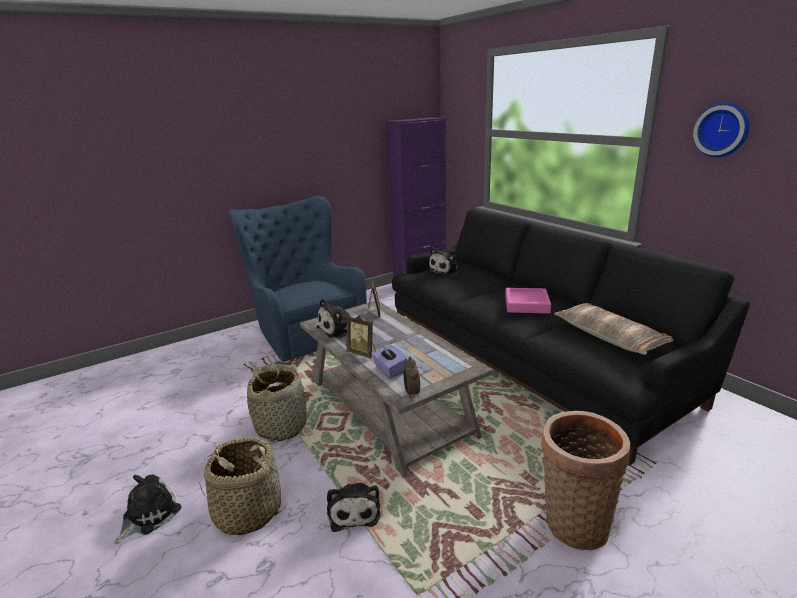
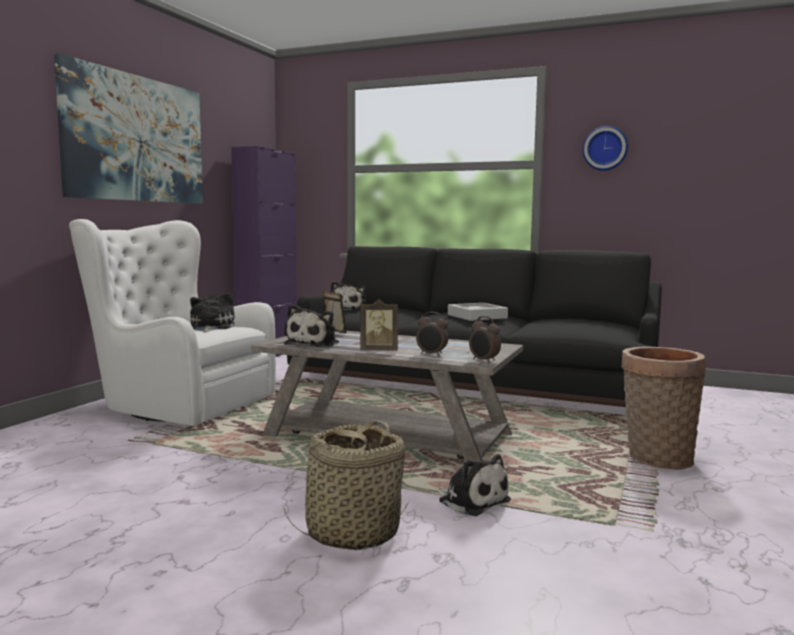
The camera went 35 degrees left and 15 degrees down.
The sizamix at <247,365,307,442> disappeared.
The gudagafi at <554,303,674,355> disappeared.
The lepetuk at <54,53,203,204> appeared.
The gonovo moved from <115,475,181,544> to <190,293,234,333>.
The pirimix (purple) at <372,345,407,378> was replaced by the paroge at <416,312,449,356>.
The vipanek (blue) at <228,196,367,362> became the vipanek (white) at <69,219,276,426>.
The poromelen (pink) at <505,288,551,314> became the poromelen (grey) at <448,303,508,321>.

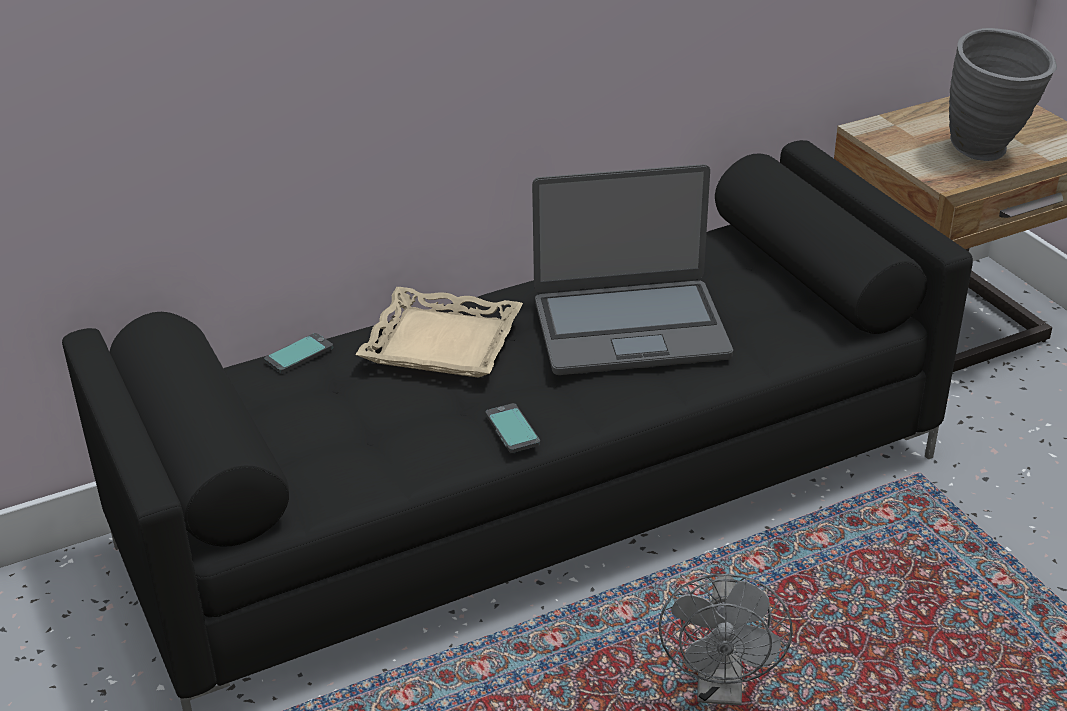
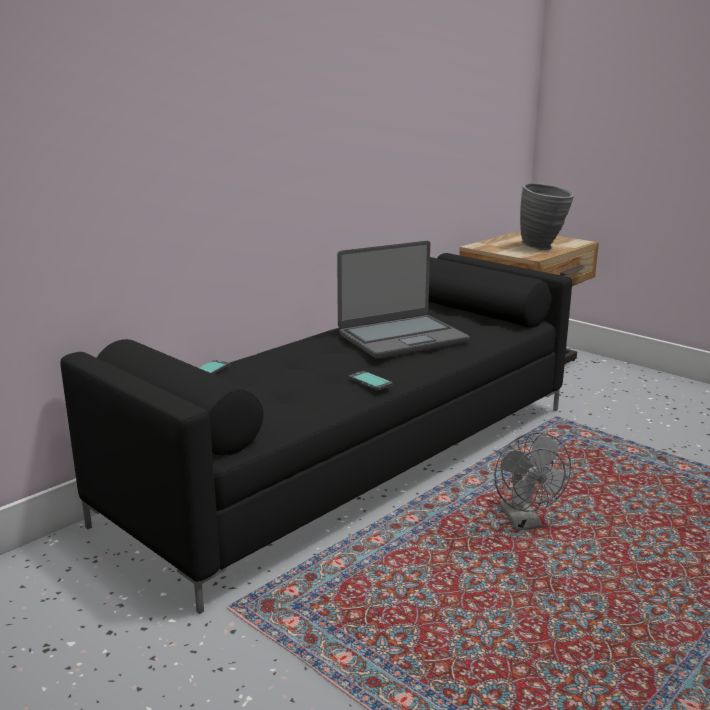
The camera went 20 degrees left and 15 degrees down.
The poromelen (beige) at <355,287,523,378> disappeared.

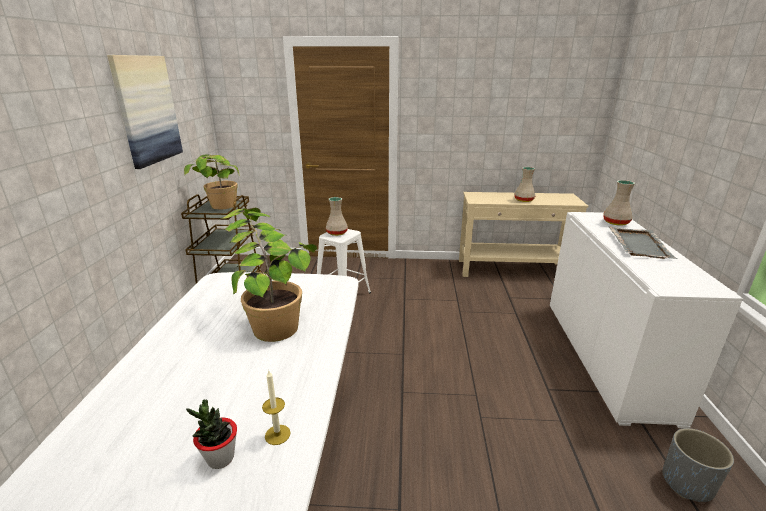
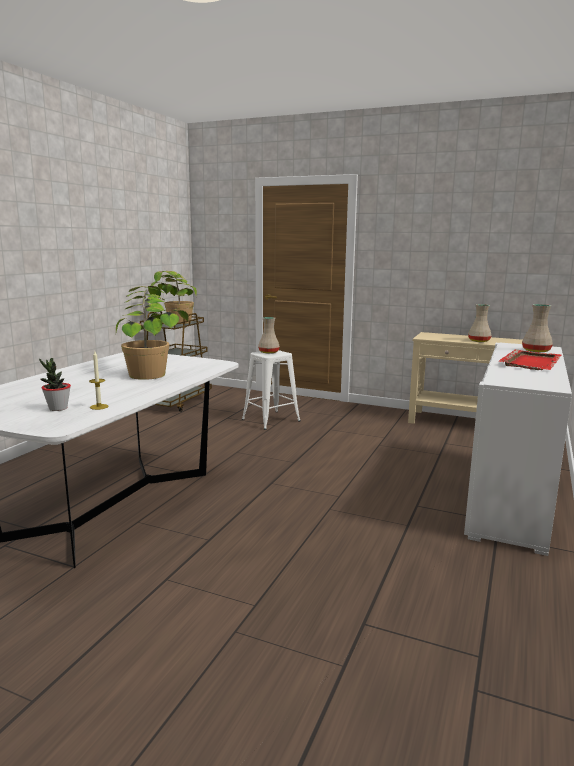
The camera went 20 degrees right and 10 degrees down.
The lepetuk at <107,55,183,169> disappeared.
The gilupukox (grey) at <662,428,734,502> disappeared.
The poromelen (grey) at <609,227,678,259> became the poromelen (red) at <499,349,561,370>.

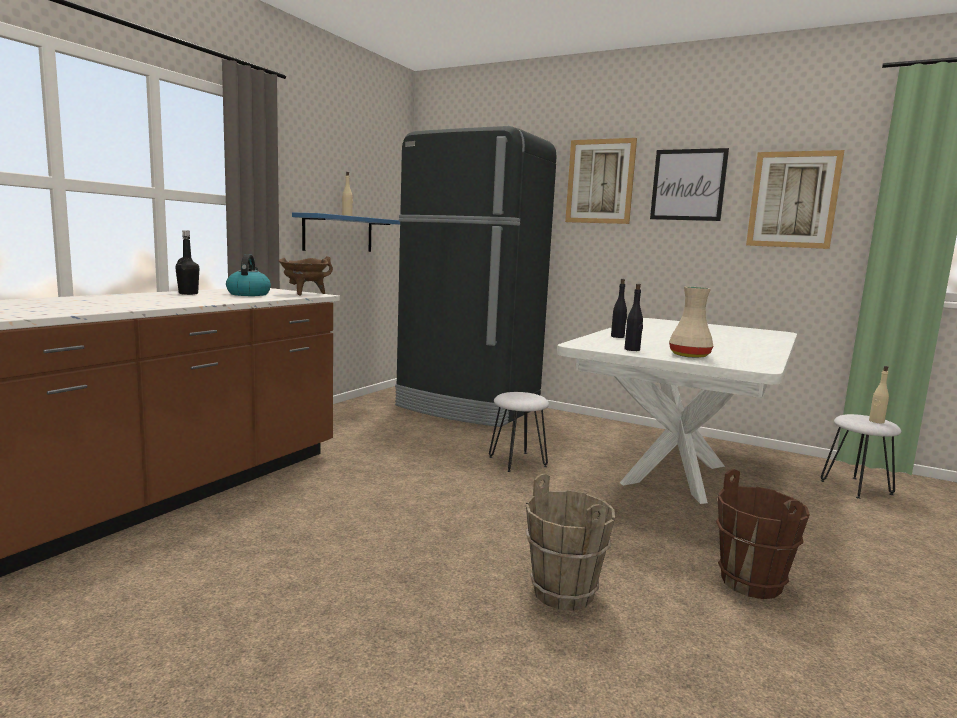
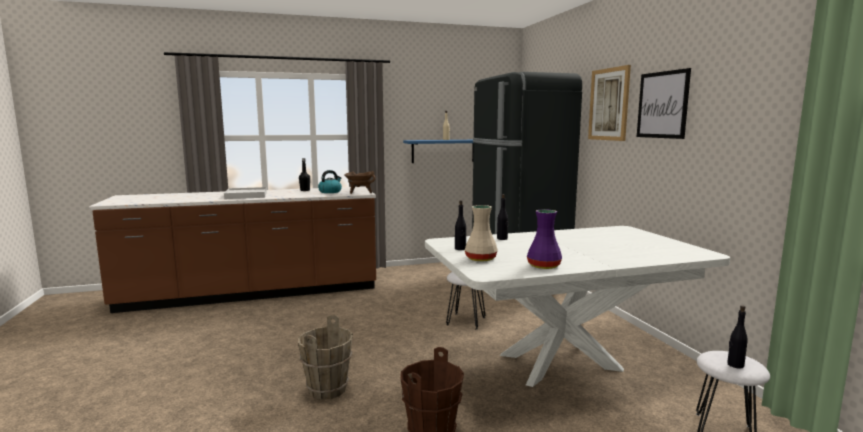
The camera went 45 degrees right and 0 degrees up.
The lepetuk at <746,150,844,249> disappeared.
The poromelen (white) at <224,187,267,199> appeared.
The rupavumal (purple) at <527,209,562,269> appeared.
The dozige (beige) at <869,366,889,423> became the dozige (black) at <727,305,748,369>.

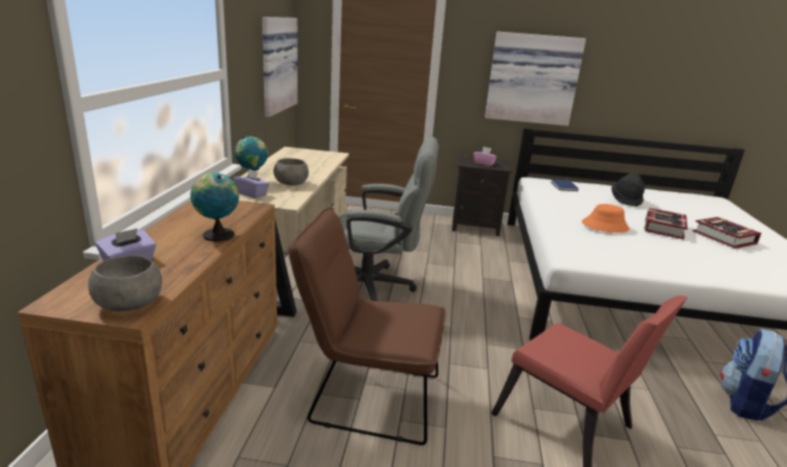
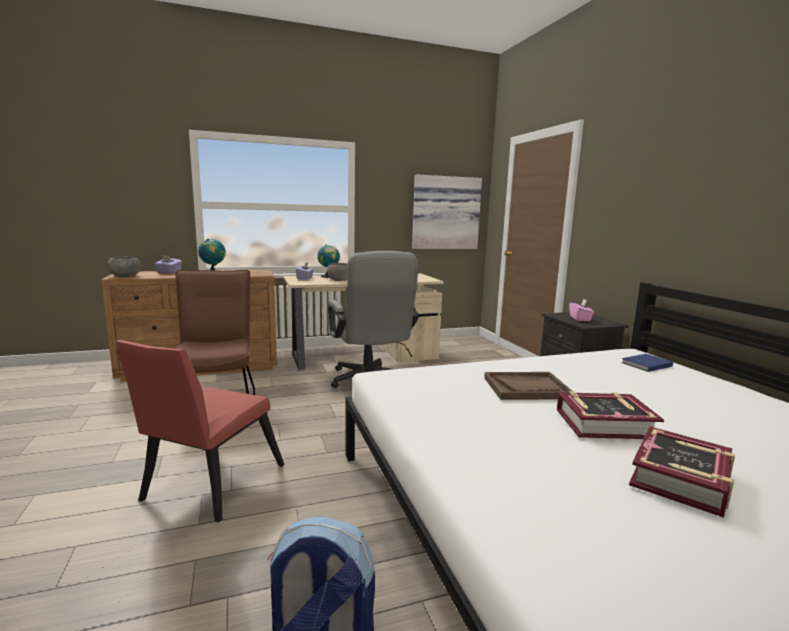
The camera went 65 degrees right and 10 degrees down.
The lepetuk at <485,31,586,126> disappeared.
The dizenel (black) at <611,173,645,207> disappeared.
The dizenel (orange) at <582,204,629,233> was replaced by the poromelen (brown) at <484,372,572,400>.

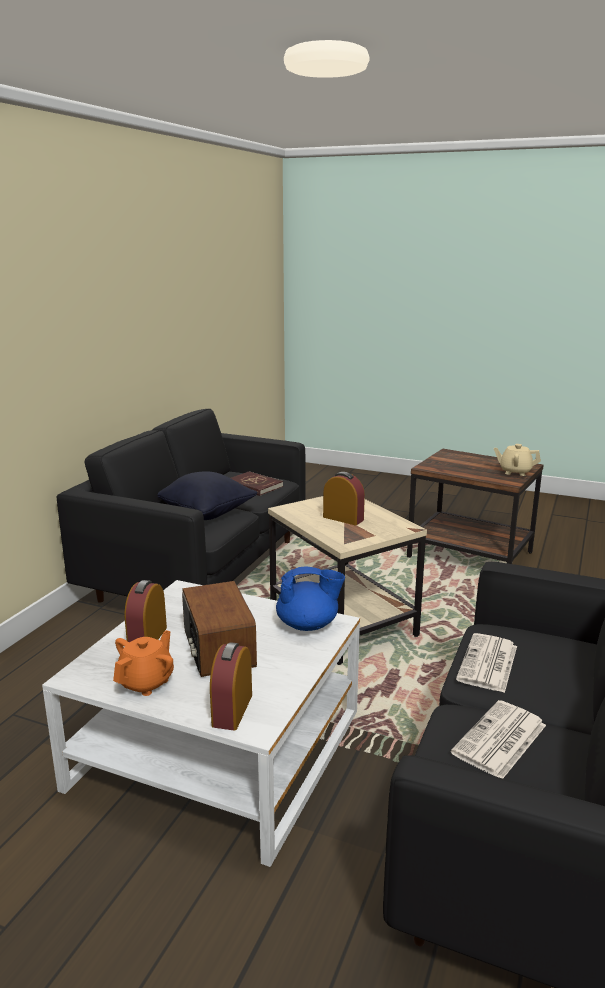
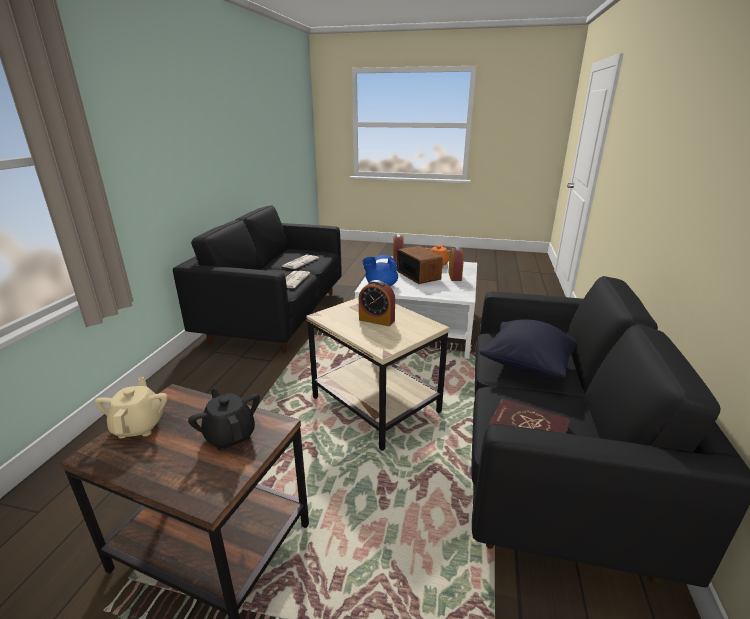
The camera went 170 degrees right and 5 degrees up.
The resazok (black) at <188,388,260,451> appeared.
The resazok (beige) at <494,444,541,476> turned 105 degrees counterclockwise.

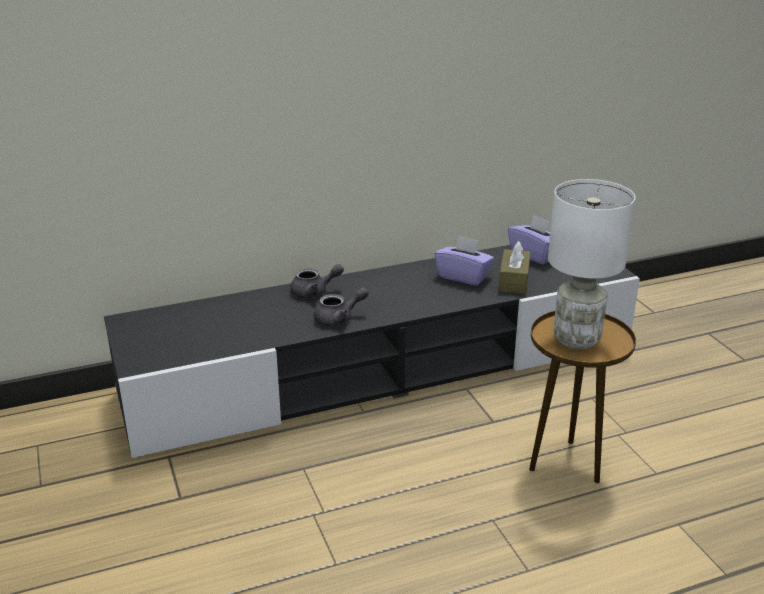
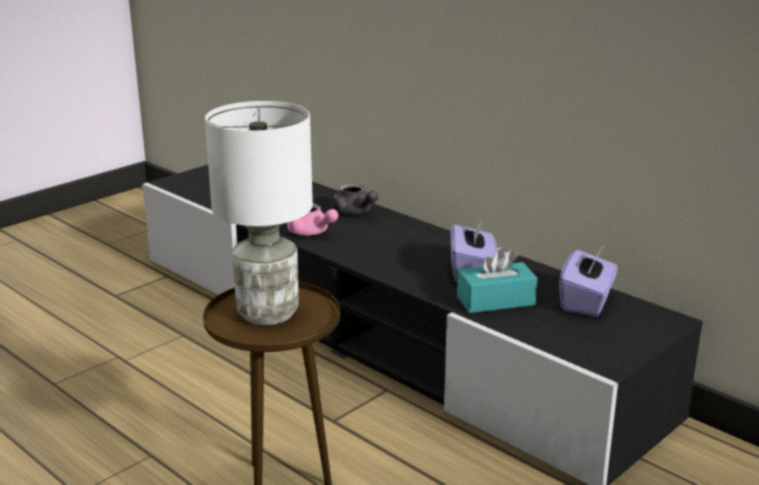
The camera went 65 degrees right and 5 degrees down.
The resazok (grey) at <314,287,369,326> became the resazok (pink) at <287,203,339,236>.
The pirimix (brown) at <499,241,530,294> became the pirimix (turquoise) at <457,247,537,313>.

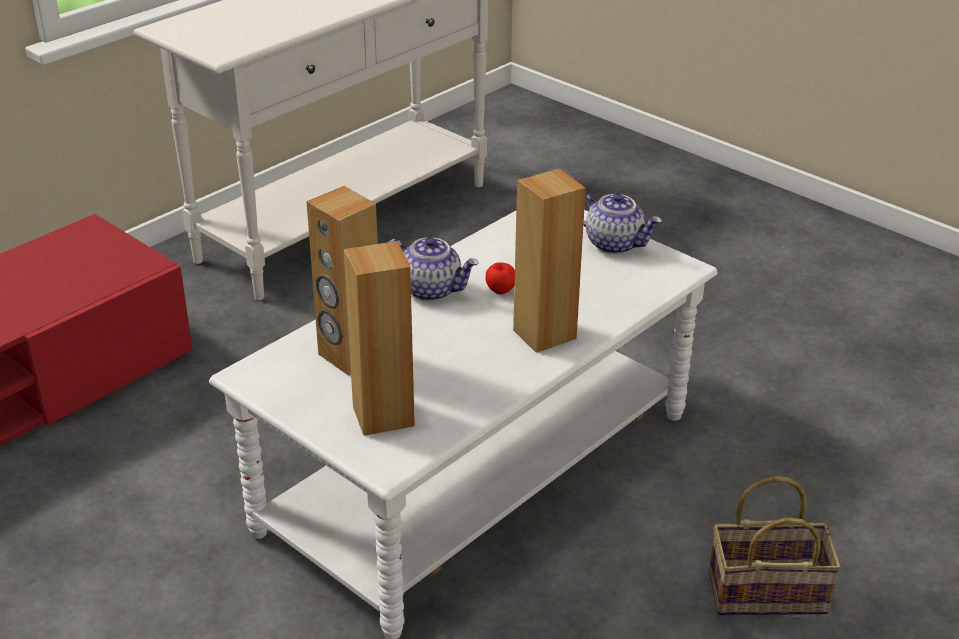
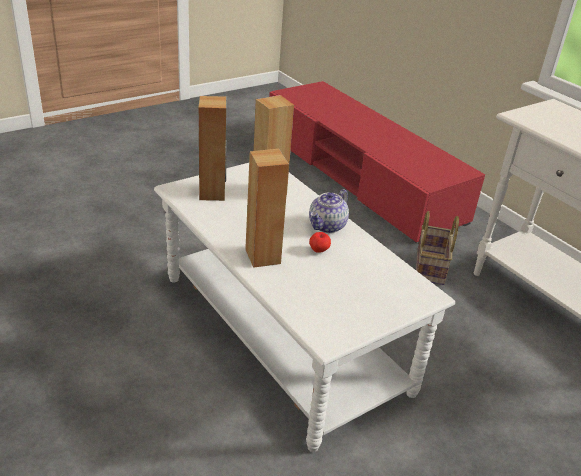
The camera went 100 degrees right and 0 degrees up.
The resazok at <583,193,662,254> disappeared.
The sizamix moved from <709,476,842,615> to <416,211,459,285>.

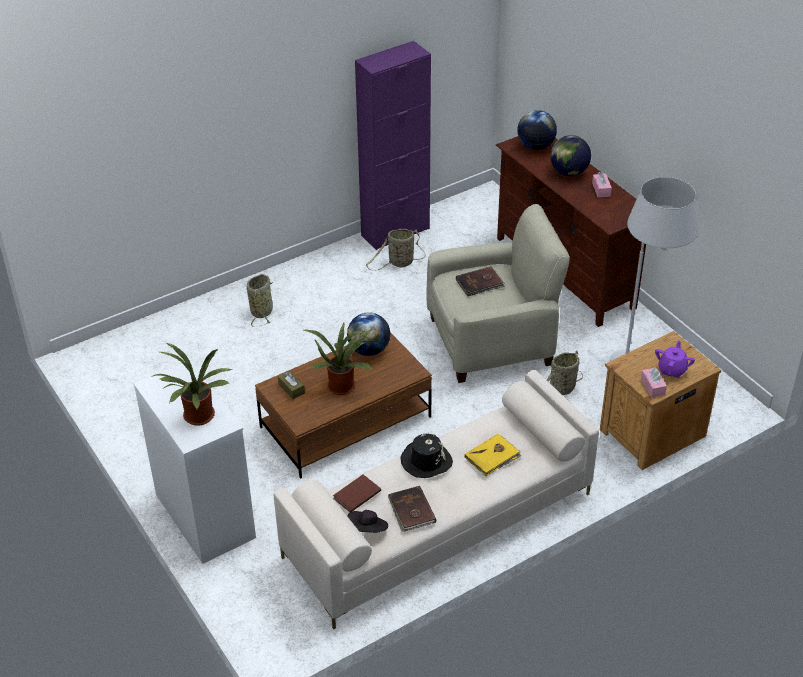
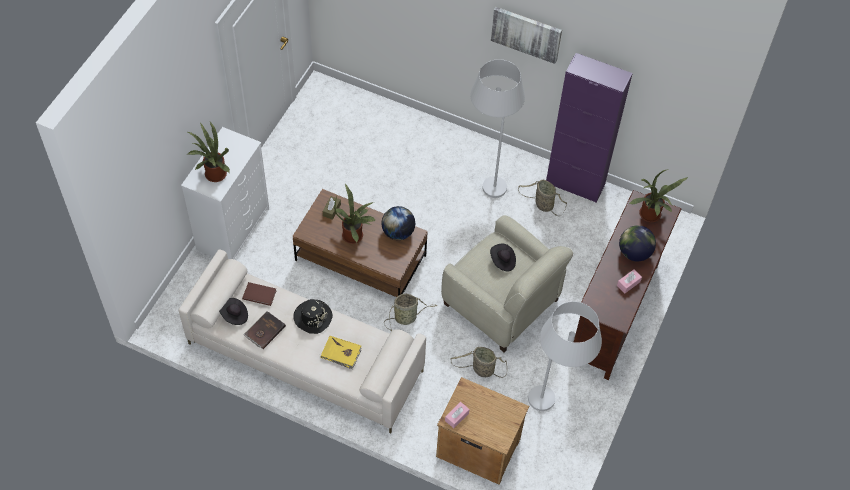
The camera went 55 degrees right and 15 degrees up.
The resazok (purple) at <655,341,695,378> disappeared.
The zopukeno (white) at <471,59,525,198> appeared.
The lepetuk at <491,7,562,64> appeared.
The sizamix moved from <247,274,273,327> to <384,294,437,331>.
The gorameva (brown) at <456,266,505,296> was replaced by the dizenel (black) at <490,244,516,271>.
The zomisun at <517,110,557,150> was replaced by the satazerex at <629,169,688,222>.

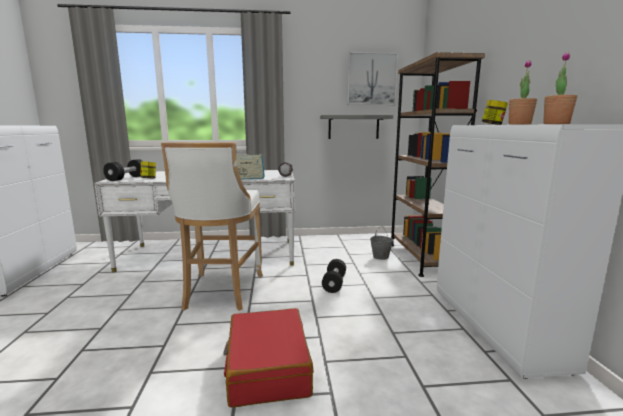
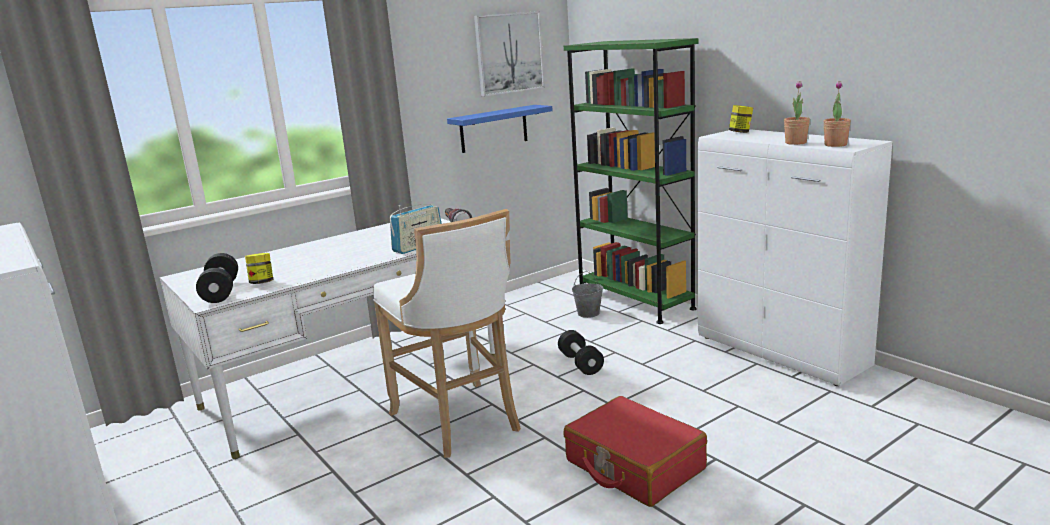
The camera went 30 degrees left and 5 degrees up.
The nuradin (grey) at <320,115,393,139> became the nuradin (blue) at <447,105,553,153>.
The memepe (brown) at <391,52,485,277> became the memepe (green) at <564,38,699,324>.

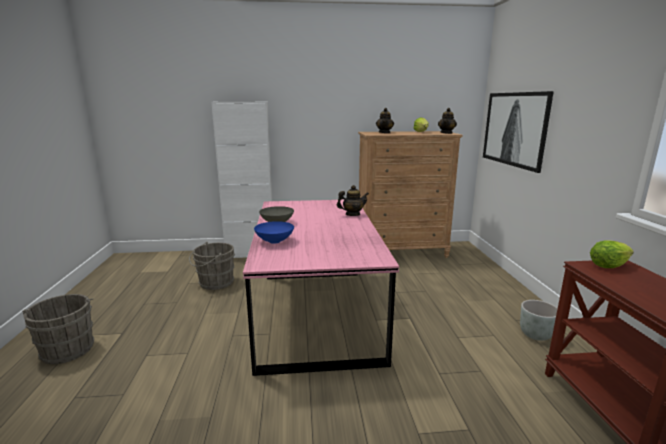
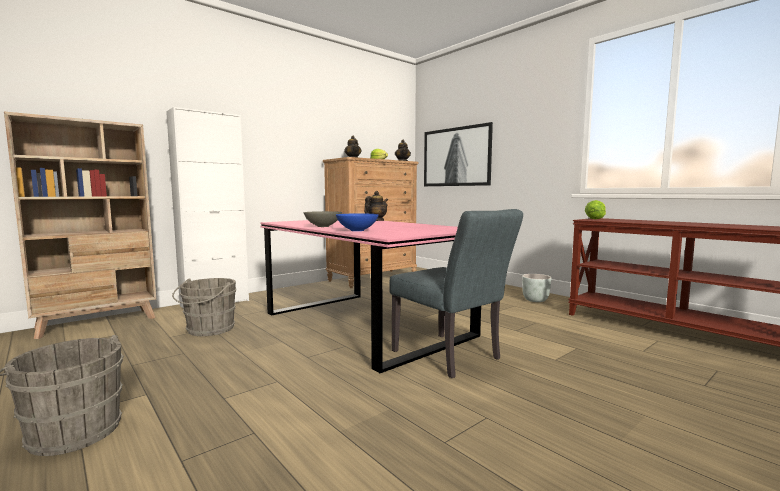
The camera went 35 degrees left and 10 degrees down.
The memepe (beige) at <4,112,156,339> appeared.
The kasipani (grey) at <389,209,523,378> appeared.

